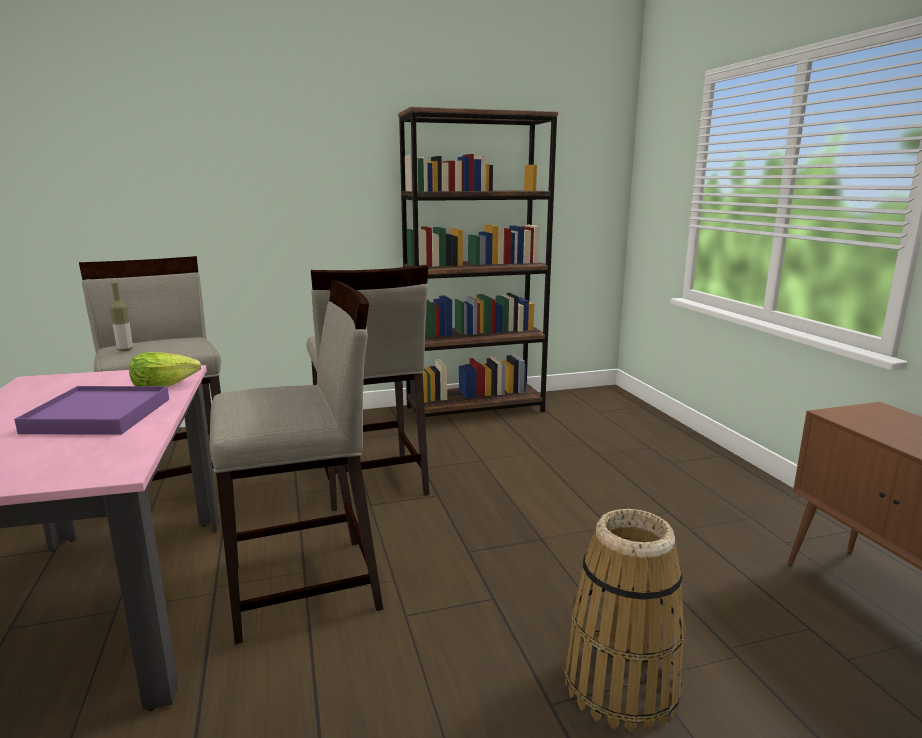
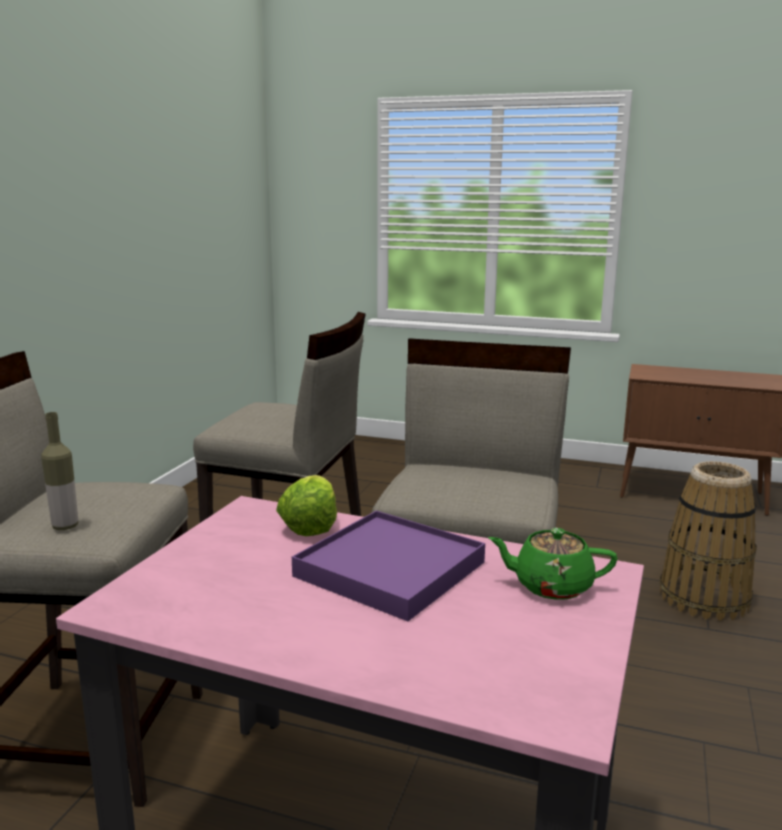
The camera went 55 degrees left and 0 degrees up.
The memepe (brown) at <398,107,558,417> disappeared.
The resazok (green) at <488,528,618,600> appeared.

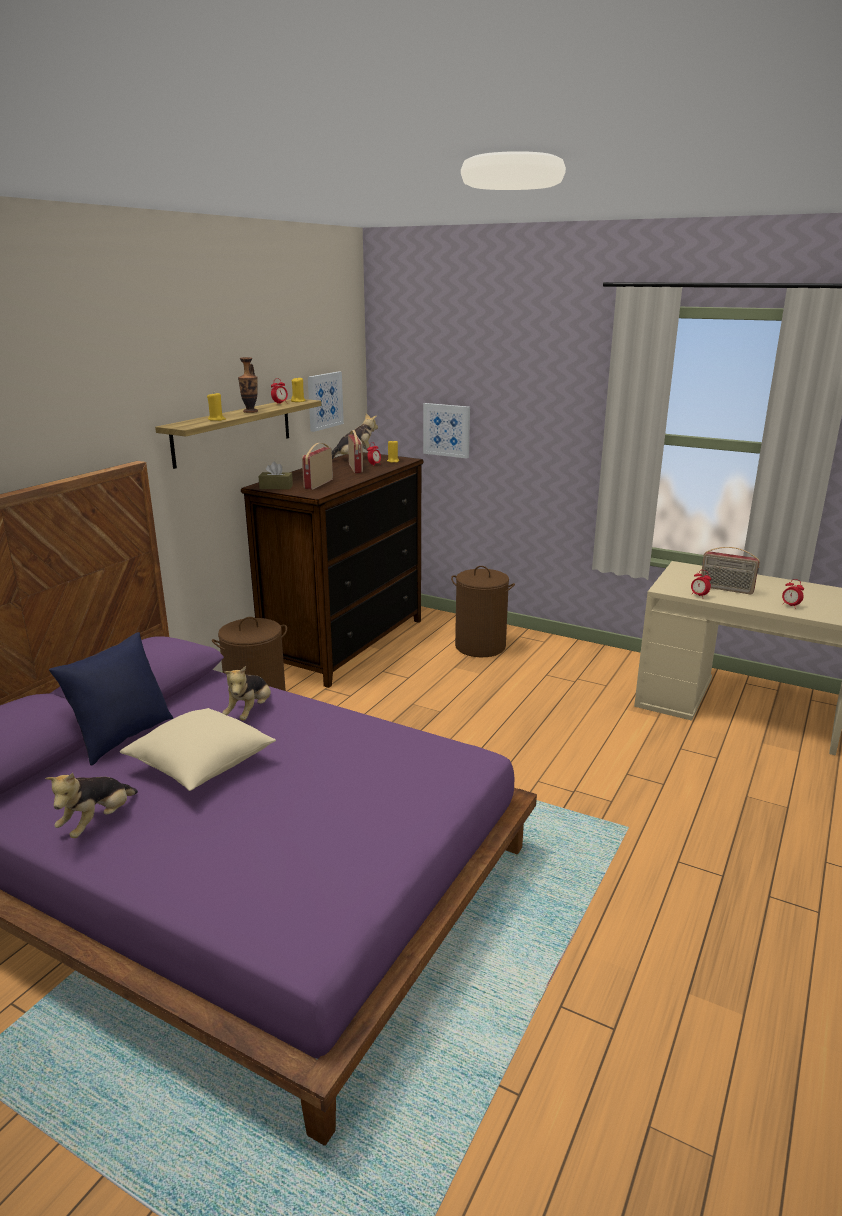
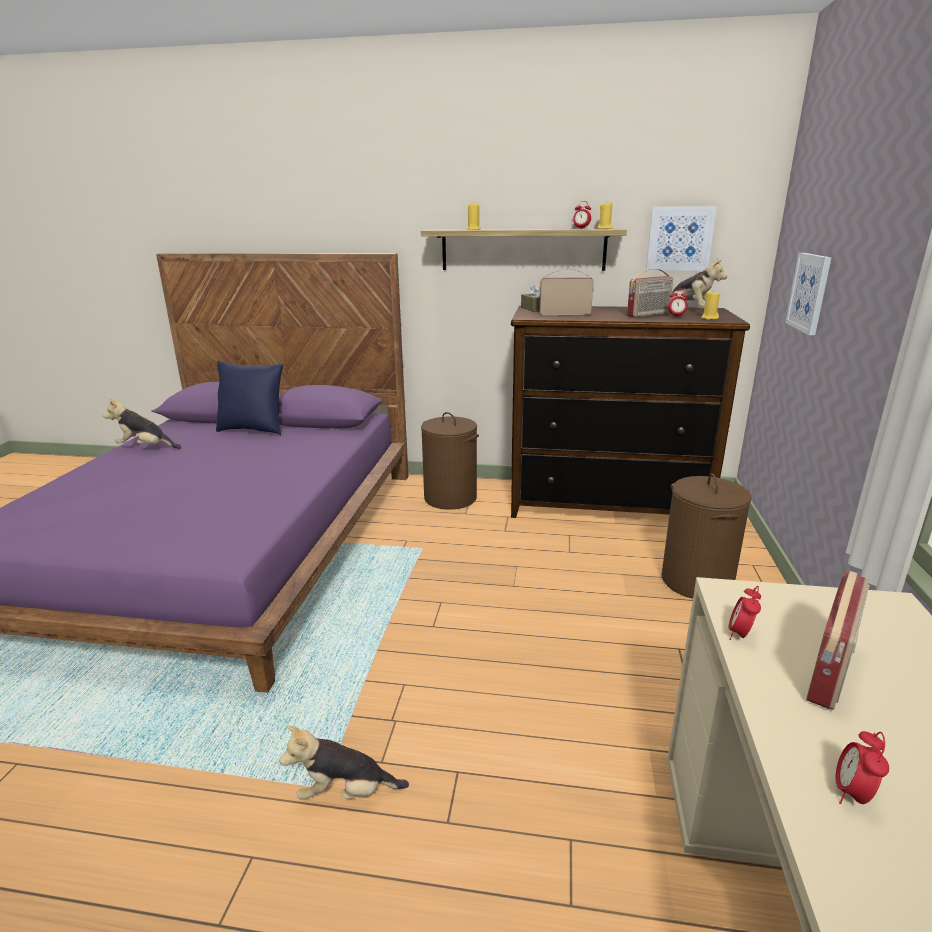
The camera went 70 degrees right and 0 degrees up.
The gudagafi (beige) at <120,708,276,791> disappeared.
The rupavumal at <238,357,258,413> disappeared.
The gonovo moved from <222,666,271,721> to <280,726,409,799>.
The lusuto at <701,547,760,594> turned 150 degrees counterclockwise.

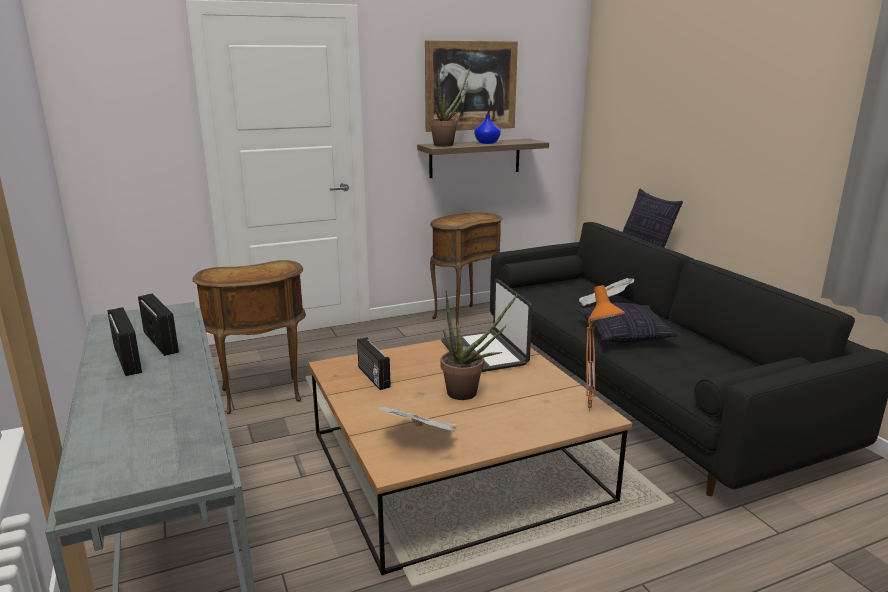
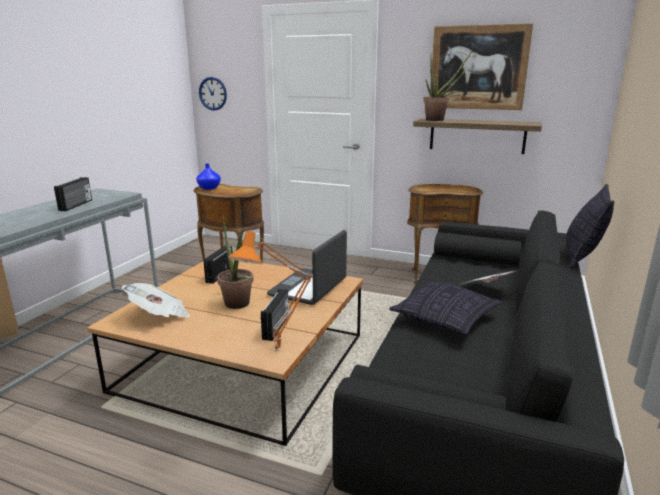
The camera went 45 degrees right and 0 degrees up.
The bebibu at <199,77,227,111> appeared.
The lusuto moved from <108,307,142,376> to <261,289,290,341>.
The rupavumal (blue) moved from <474,115,501,144> to <196,164,221,190>.

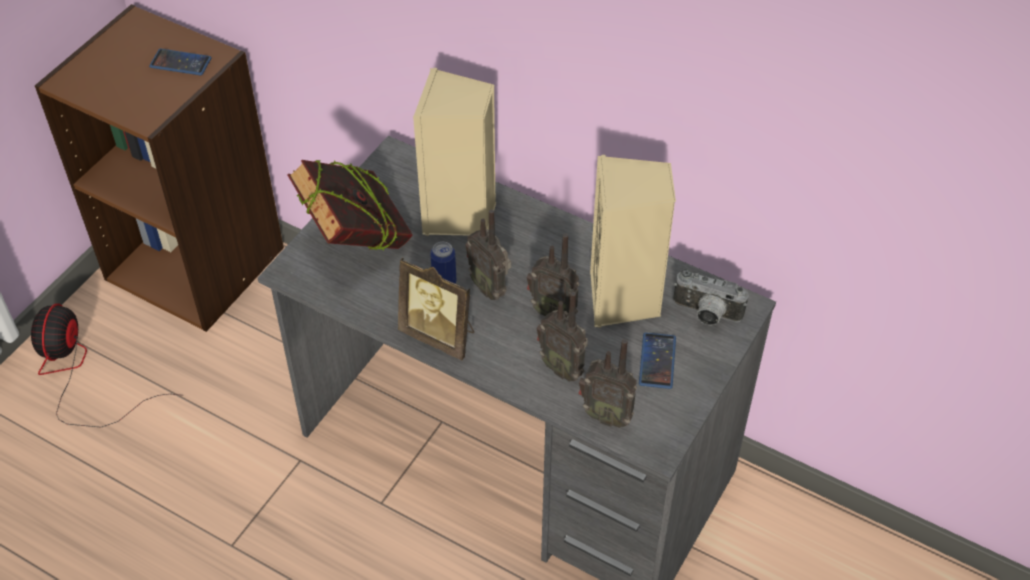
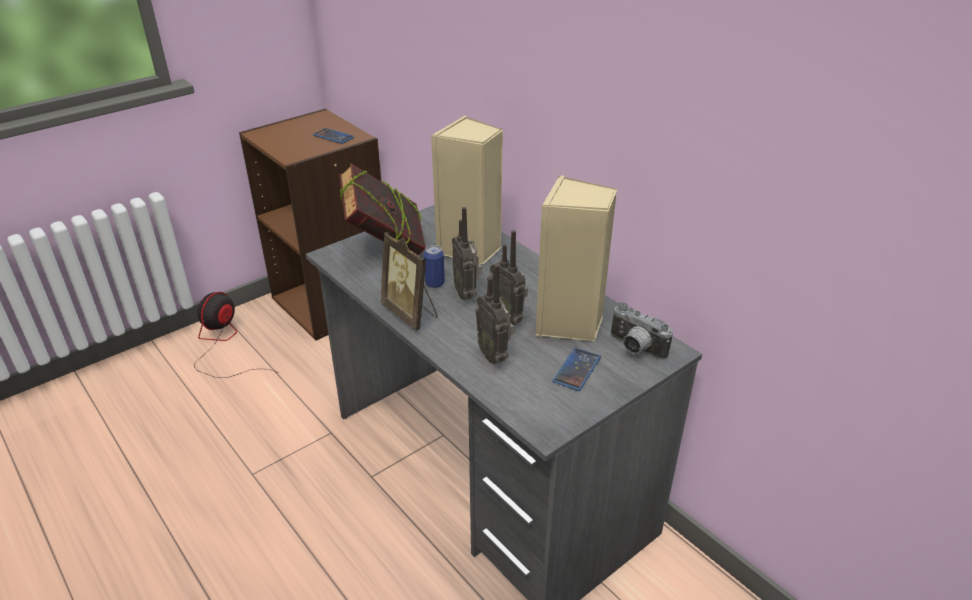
The camera went 20 degrees right and 15 degrees down.
The lusuto at <579,339,637,428> disappeared.

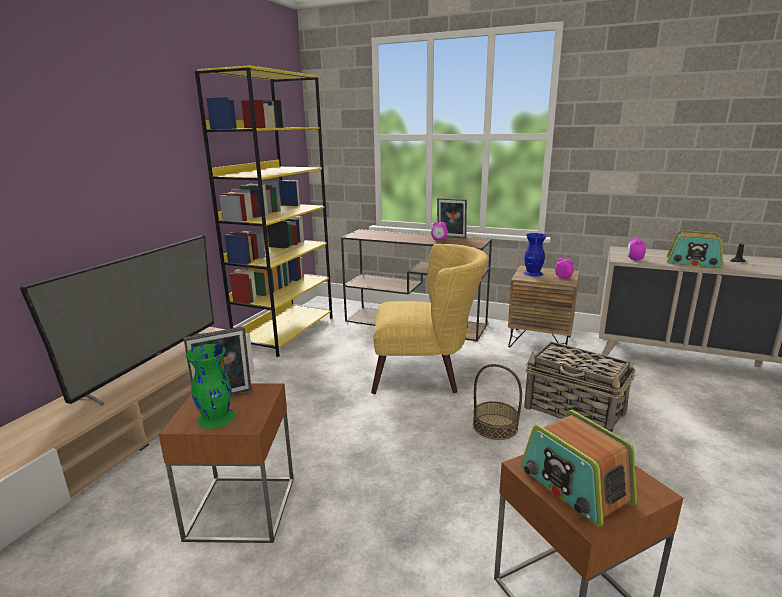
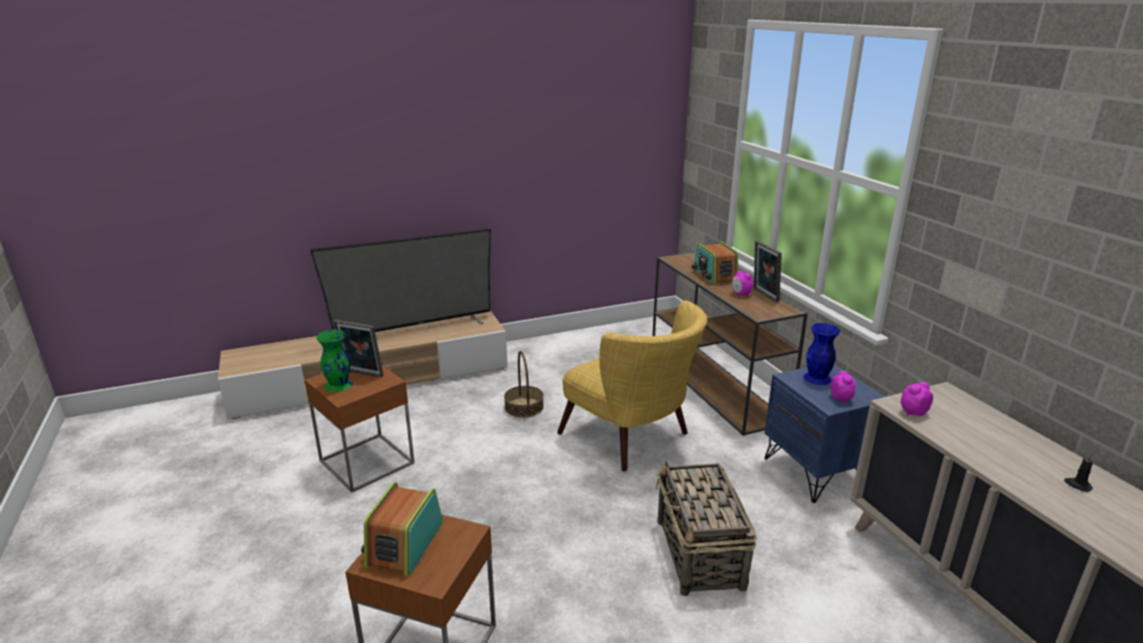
The camera went 45 degrees right and 5 degrees up.
The memepe (yellow) at <195,65,333,357> disappeared.
The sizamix moved from <473,364,522,440> to <504,351,544,418>.
The lusuto moved from <667,230,723,269> to <692,242,738,285>.
The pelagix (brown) at <508,266,580,348> became the pelagix (blue) at <765,364,885,503>.

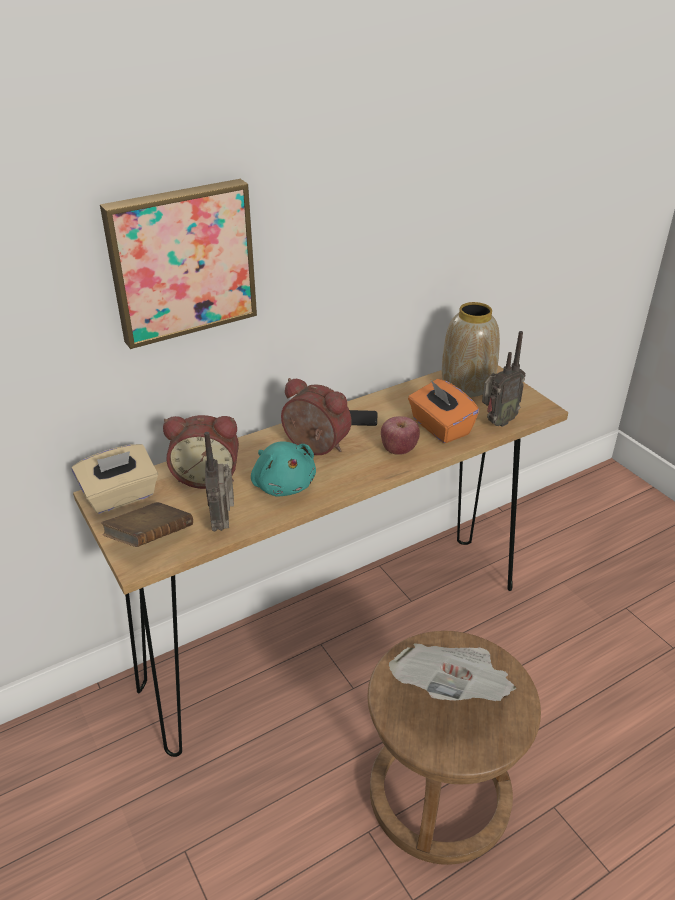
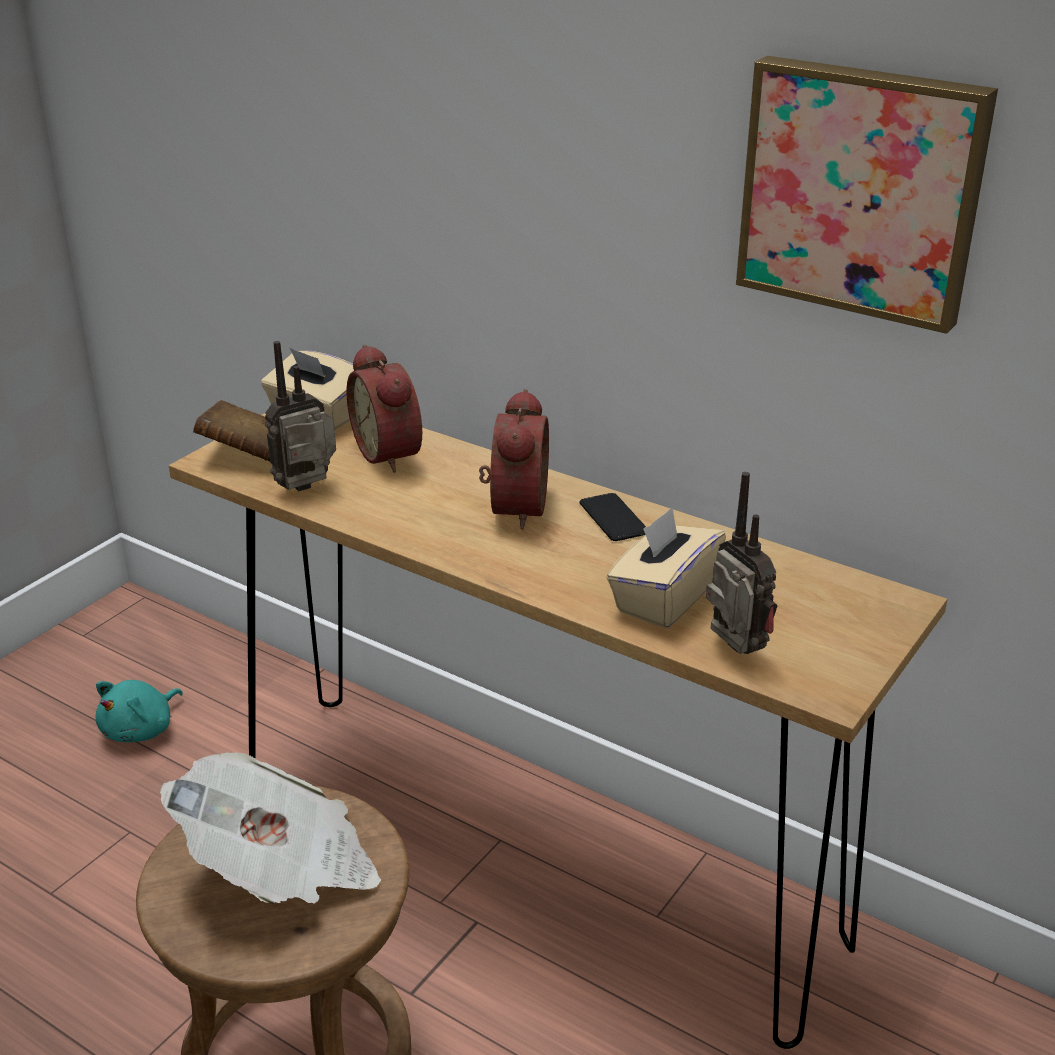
The camera went 65 degrees right and 5 degrees down.
The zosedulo at <381,416,420,455> disappeared.
The rupavumal at <442,302,500,397> disappeared.
The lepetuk moved from <100,179,257,349> to <736,56,998,334>.
The gonovo (turquoise) moved from <251,441,316,496> to <95,680,183,742>.
The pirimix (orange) at <408,379,479,443> became the pirimix (beige) at <607,507,726,629>.
The lusuto at <482,331,526,427> turned 150 degrees counterclockwise.

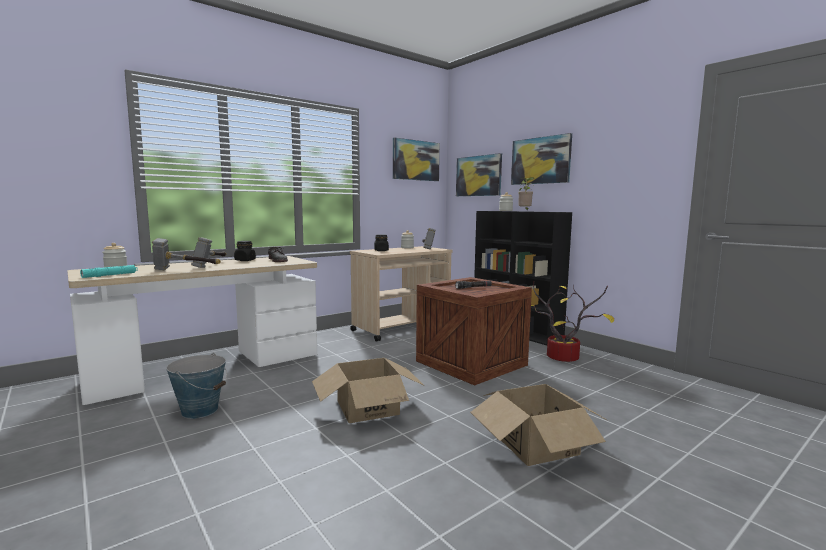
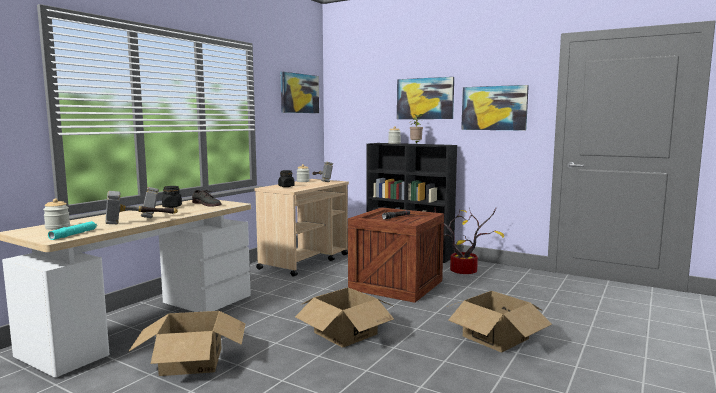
The camera went 20 degrees left and 0 degrees up.
The lepetuk moved from <456,153,502,196> to <461,85,529,131>.
The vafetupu at <166,353,227,419> was replaced by the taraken at <128,311,246,376>.

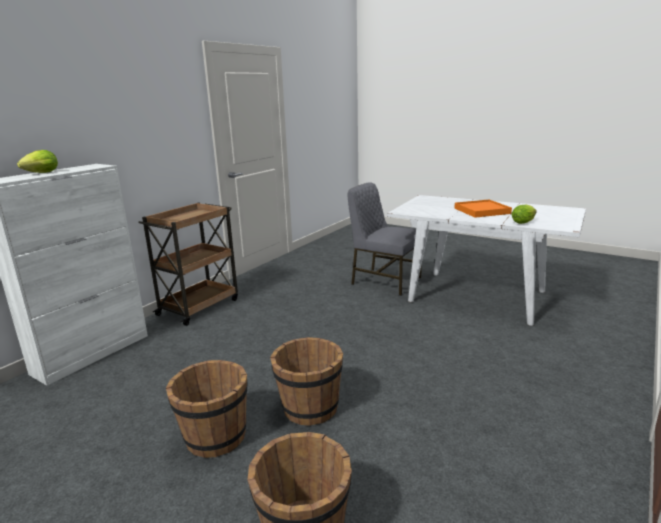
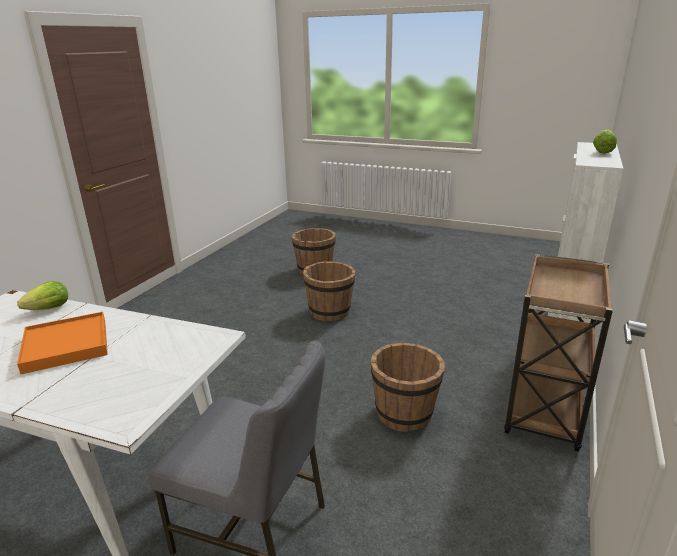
The camera went 170 degrees right and 5 degrees up.
The vafetupu (brown) moved from <166,360,247,458> to <371,343,445,432>.

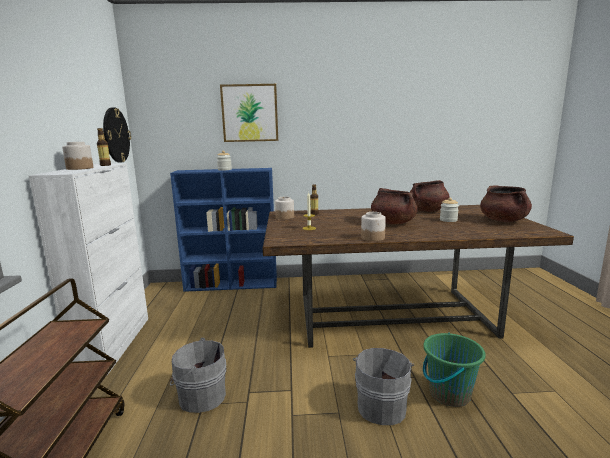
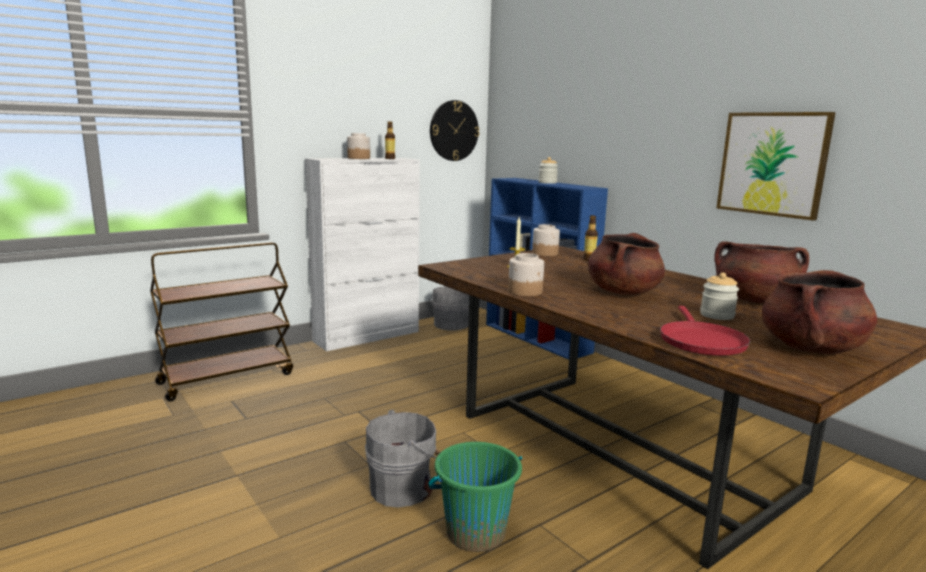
The camera went 55 degrees right and 0 degrees up.
The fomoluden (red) at <660,306,750,356> appeared.
The vafetupu (grey) moved from <170,338,226,413> to <429,287,469,331>.
The lepetuk moved from <220,84,278,142> to <716,112,836,221>.

